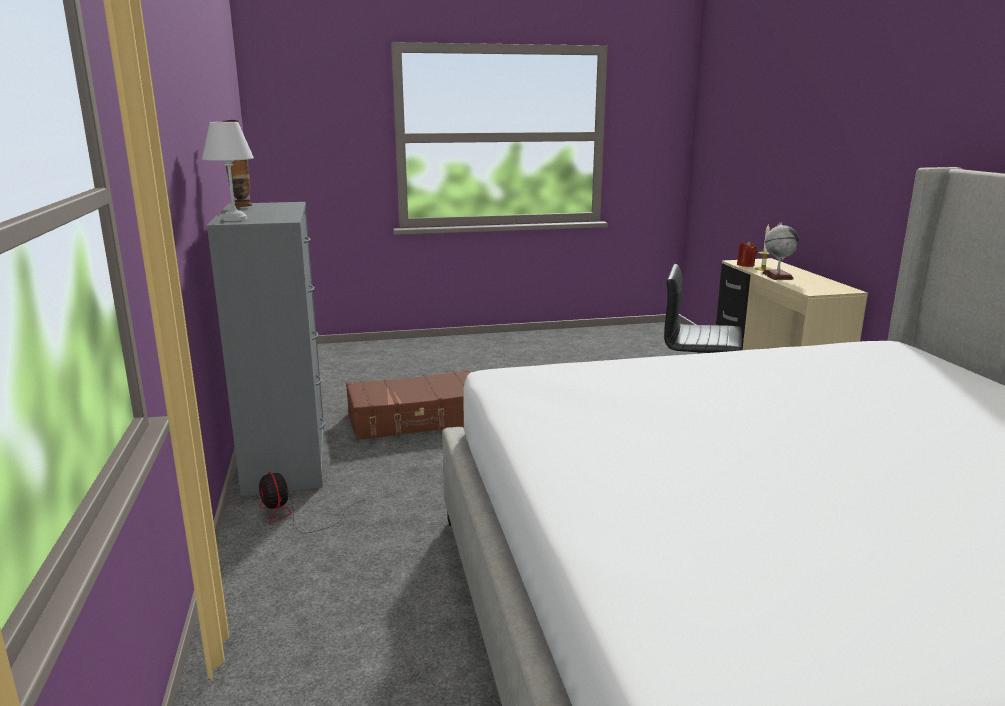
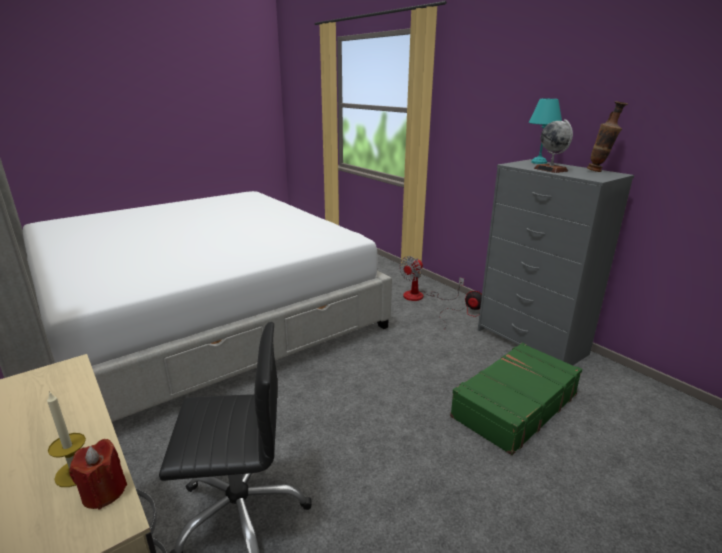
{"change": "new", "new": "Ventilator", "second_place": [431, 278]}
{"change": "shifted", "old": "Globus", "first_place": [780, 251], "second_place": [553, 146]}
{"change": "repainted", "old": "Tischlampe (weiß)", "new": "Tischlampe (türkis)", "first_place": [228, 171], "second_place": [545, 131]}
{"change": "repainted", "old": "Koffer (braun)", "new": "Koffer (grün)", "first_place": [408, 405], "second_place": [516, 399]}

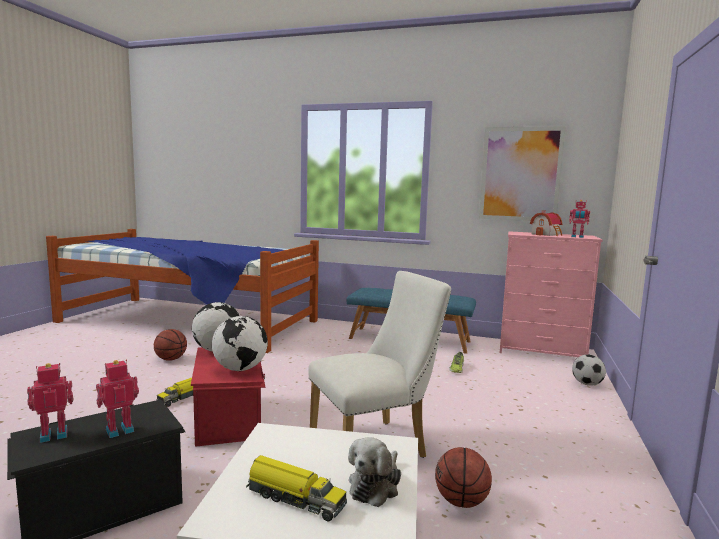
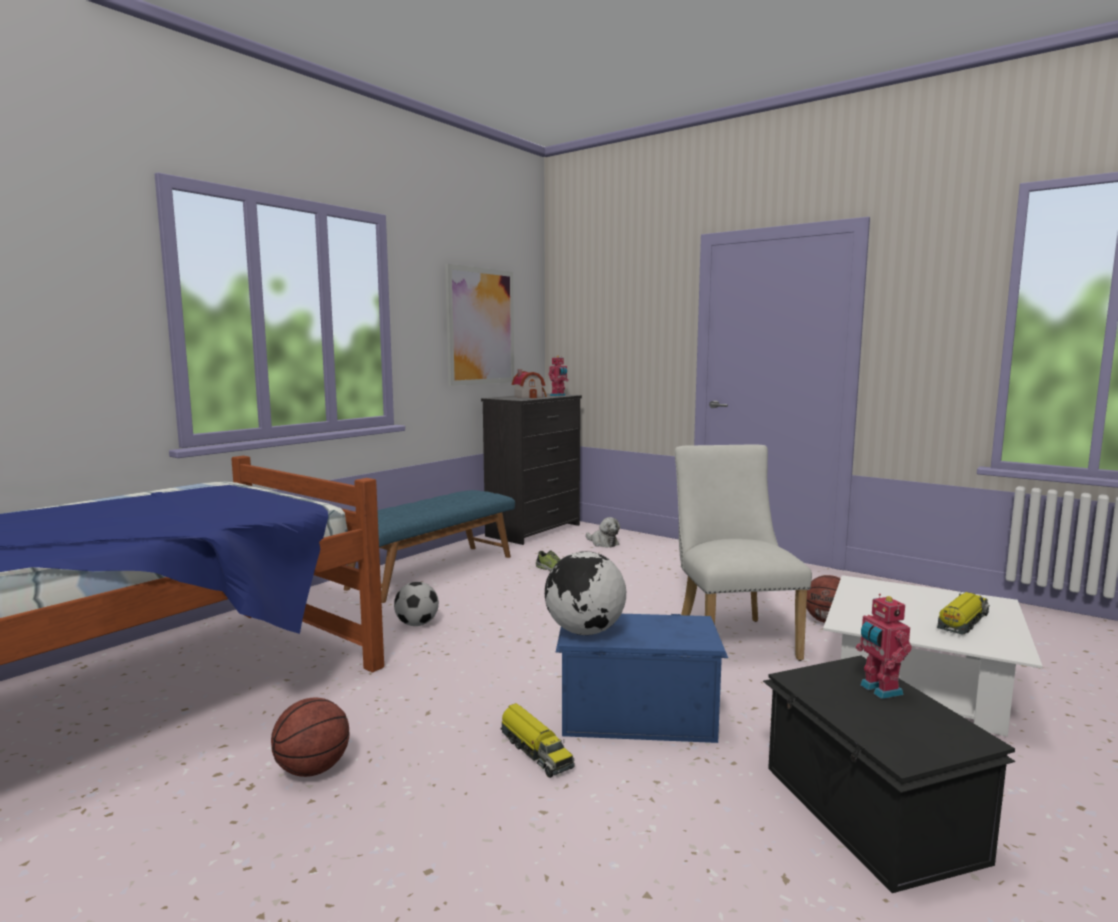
{"change": "gone", "old": "Spielzeugroboter", "first_place": [50, 403]}
{"change": "gone", "old": "Globus", "first_place": [240, 343]}
{"change": "shifted", "old": "Plüschtier", "first_place": [374, 472], "second_place": [603, 532]}
{"change": "shifted", "old": "Fußball", "first_place": [589, 370], "second_place": [416, 604]}
{"change": "repainted", "old": "Aufbewahrungsbox (rot)", "new": "Aufbewahrungsbox (blau)", "first_place": [228, 397], "second_place": [642, 678]}
{"change": "repainted", "old": "Kommode (rosa)", "new": "Kommode (schwarz)", "first_place": [551, 294], "second_place": [531, 469]}

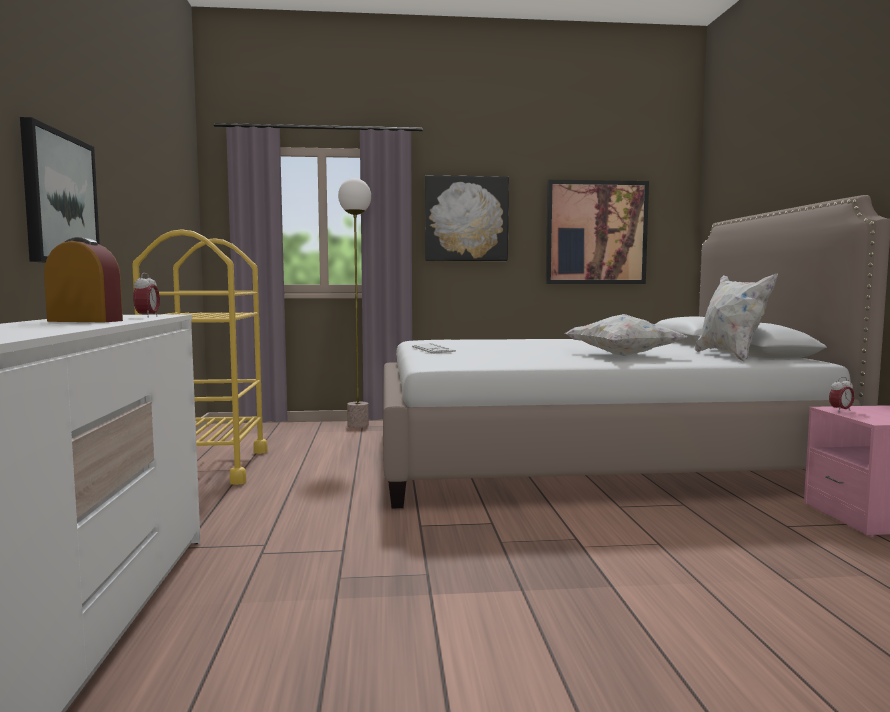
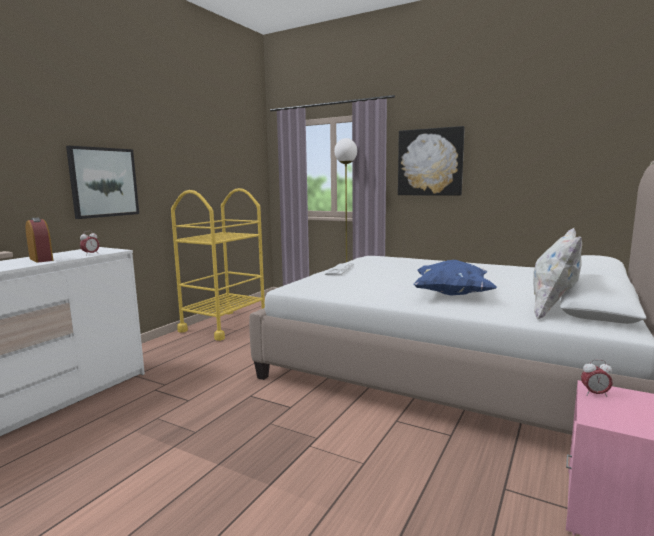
{"change": "gone", "old": "Bild", "first_place": [597, 232]}
{"change": "repainted", "old": "Kissen (weiß)", "new": "Kissen (blau)", "first_place": [626, 335], "second_place": [455, 278]}

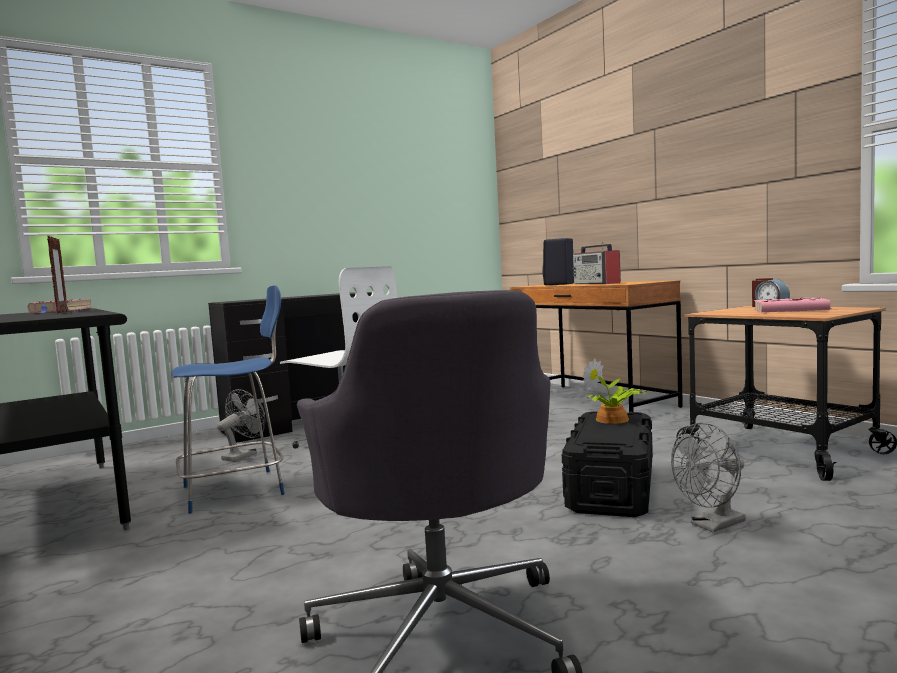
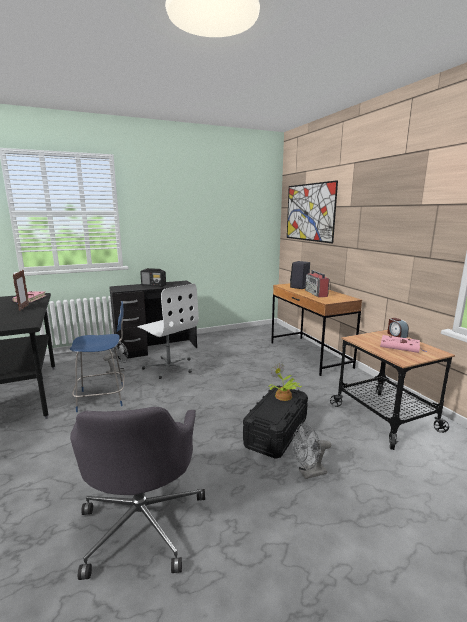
{"change": "new", "new": "Radio", "second_place": [153, 277]}
{"change": "new", "new": "Bild", "second_place": [312, 212]}

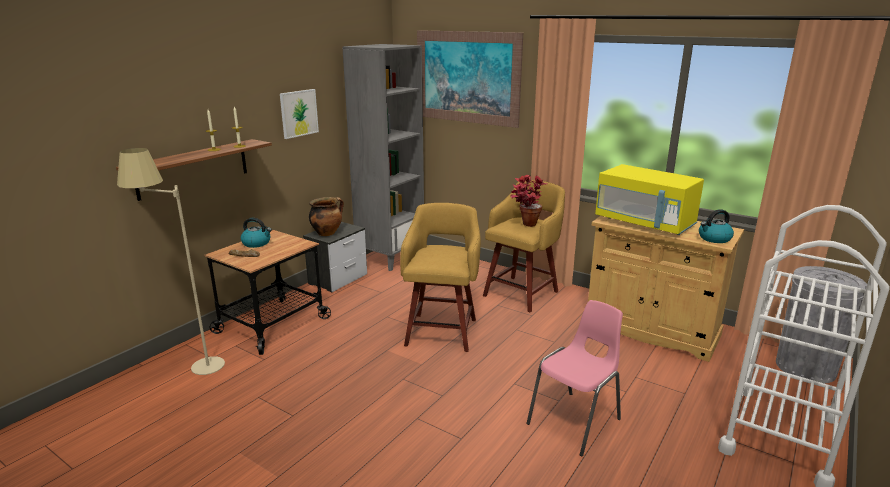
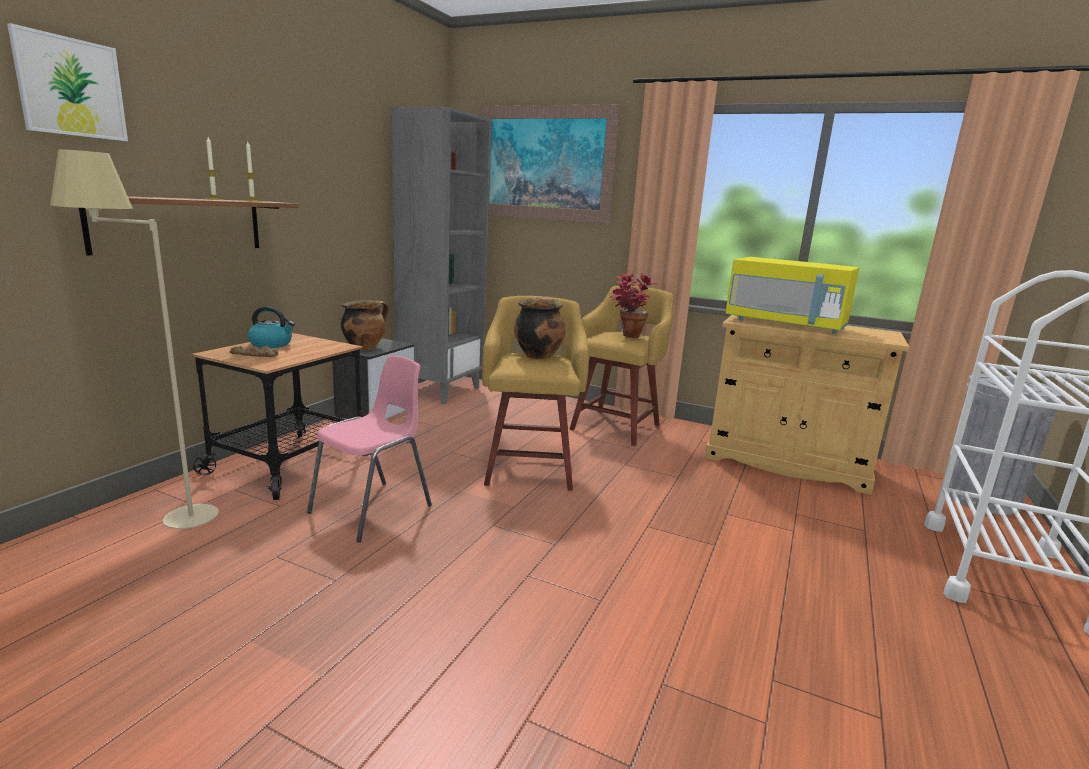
{"change": "gone", "old": "Wasserkessel", "first_place": [716, 226]}
{"change": "new", "new": "Kochtopf", "second_place": [540, 329]}
{"change": "shifted", "old": "Bild", "first_place": [299, 114], "second_place": [67, 82]}
{"change": "shifted", "old": "Stuhl (rosa)", "first_place": [574, 378], "second_place": [369, 449]}

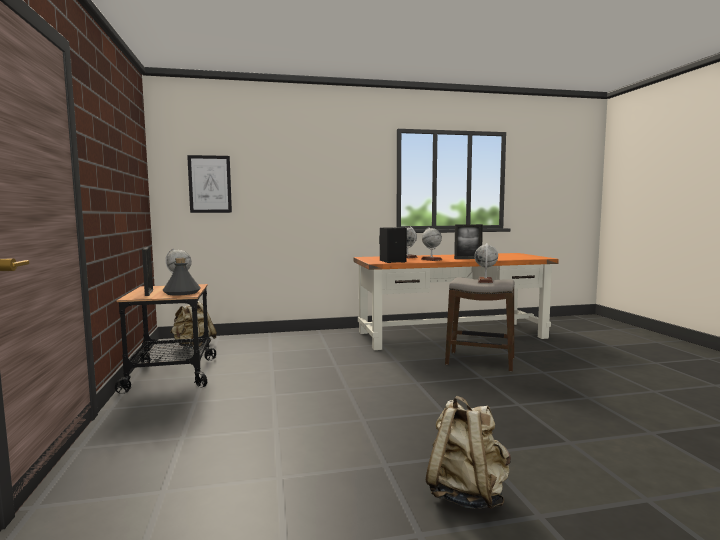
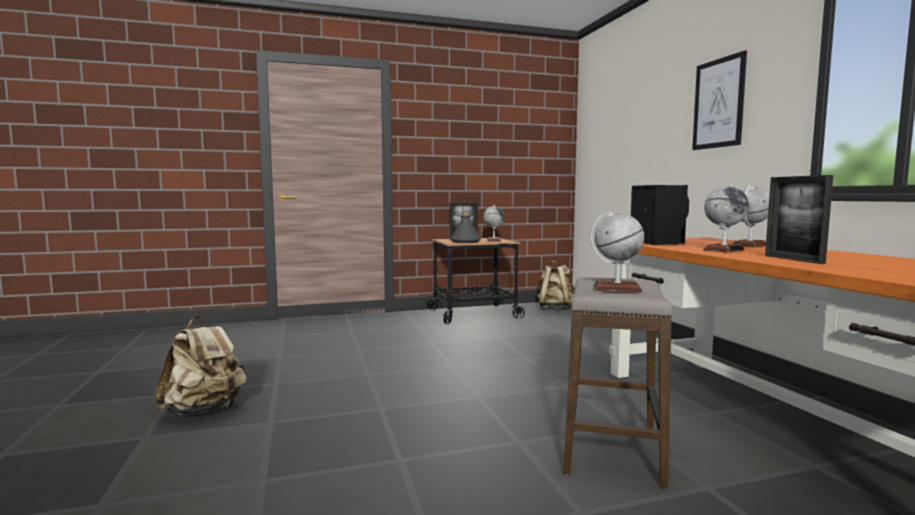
{"change": "shifted", "old": "Bild", "first_place": [209, 184], "second_place": [719, 100]}

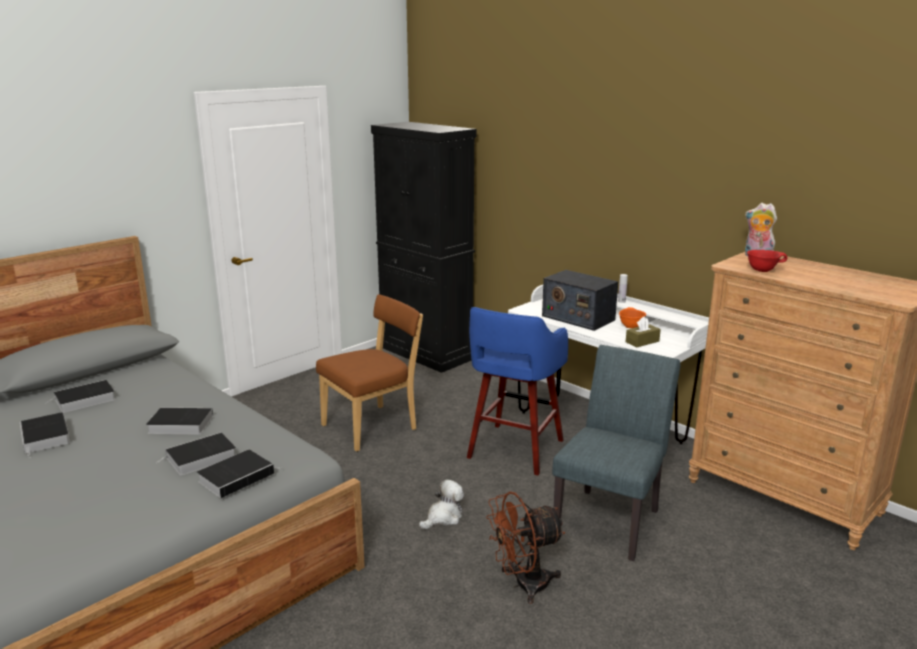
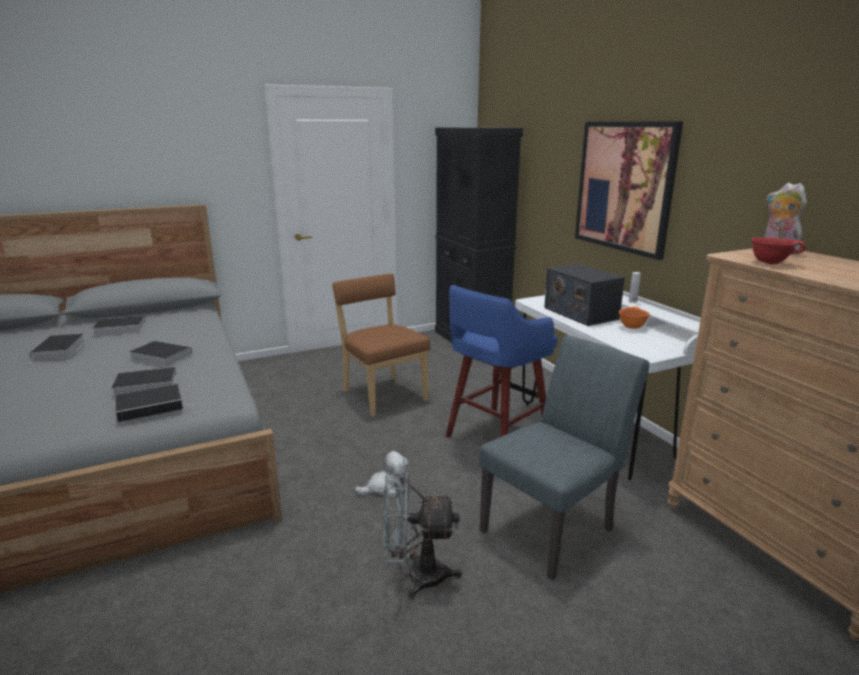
{"change": "gone", "old": "Taschentuchbox (braun)", "first_place": [643, 331]}
{"change": "new", "new": "Bild", "second_place": [629, 190]}
{"change": "repainted", "old": "Ventilator (braun)", "new": "Ventilator (grau)", "first_place": [526, 547], "second_place": [422, 535]}
{"change": "rotated", "old": "Stuhl (braun)", "first_place": [369, 373], "second_place": [381, 345], "degrees": -105}

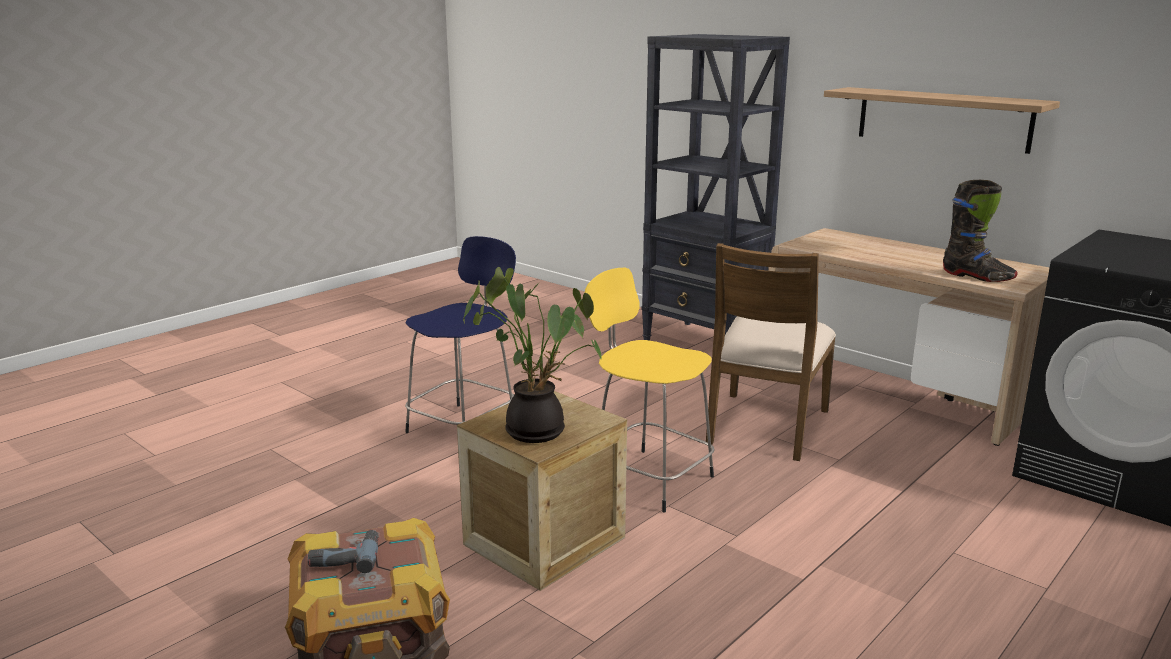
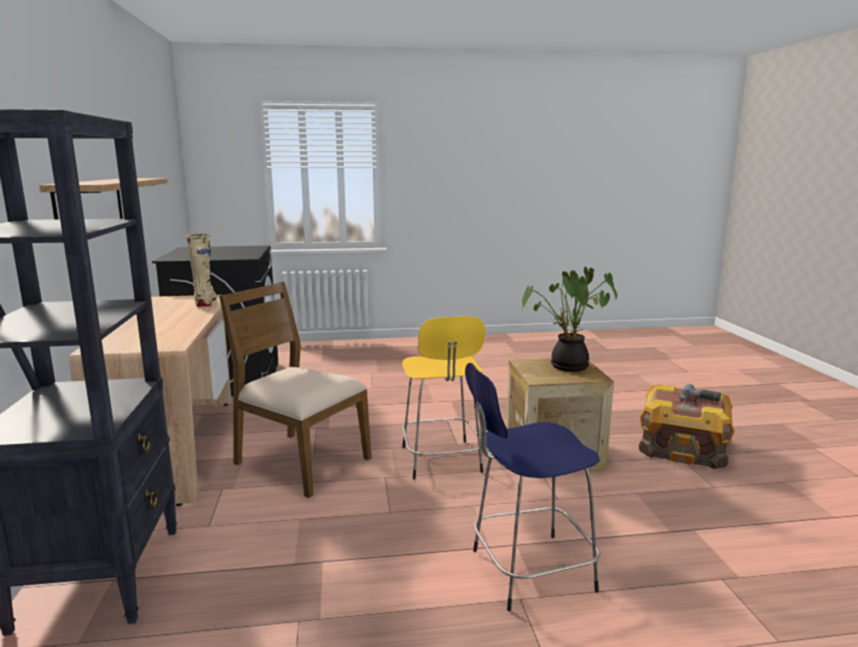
{"change": "repainted", "old": "Stiefel (schwarz)", "new": "Stiefel (beige)", "first_place": [980, 231], "second_place": [201, 270]}
{"change": "rotated", "old": "Stuhl (braun)", "first_place": [771, 352], "second_place": [295, 389], "degrees": -120}

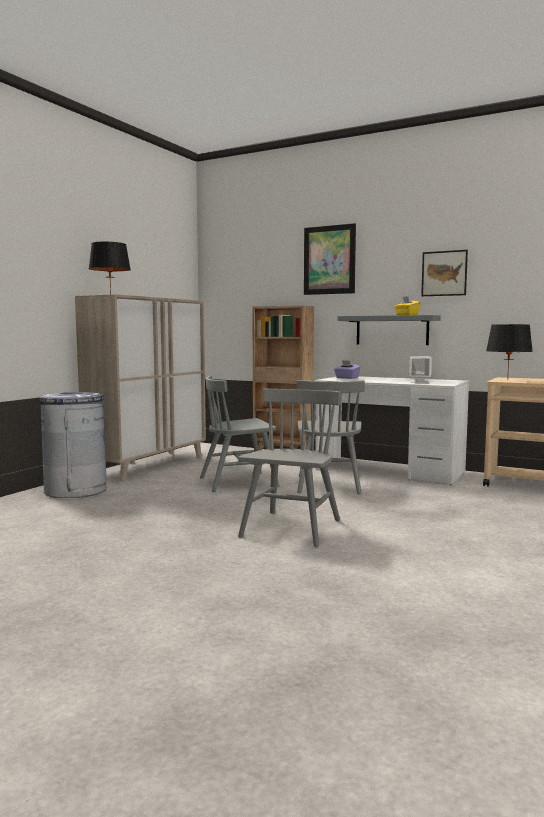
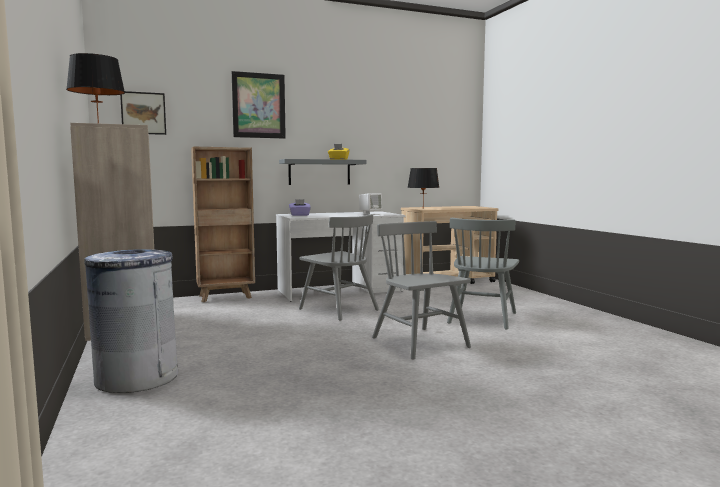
{"change": "shifted", "old": "Stuhl (grau)", "first_place": [239, 434], "second_place": [483, 273]}
{"change": "shifted", "old": "Bild", "first_place": [444, 273], "second_place": [143, 113]}

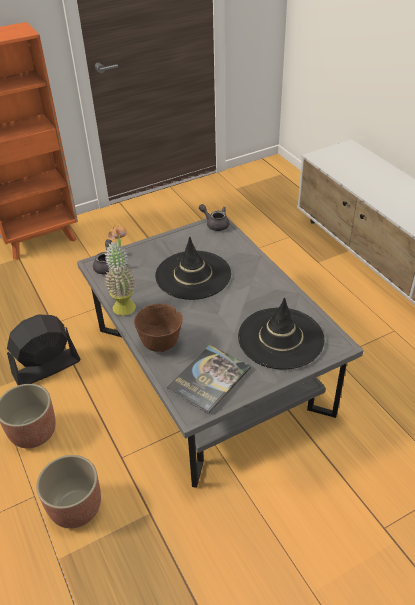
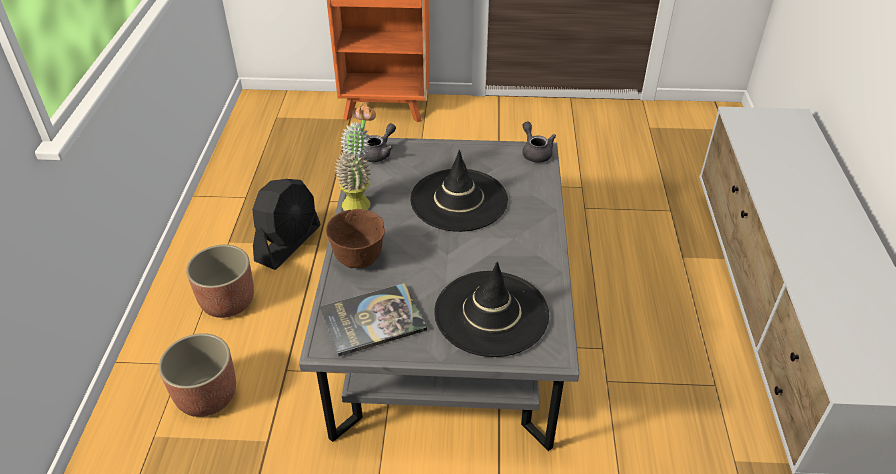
{"change": "rotated", "old": "Ventilator (schwarz)", "first_place": [44, 349], "second_place": [286, 224], "degrees": 120}

